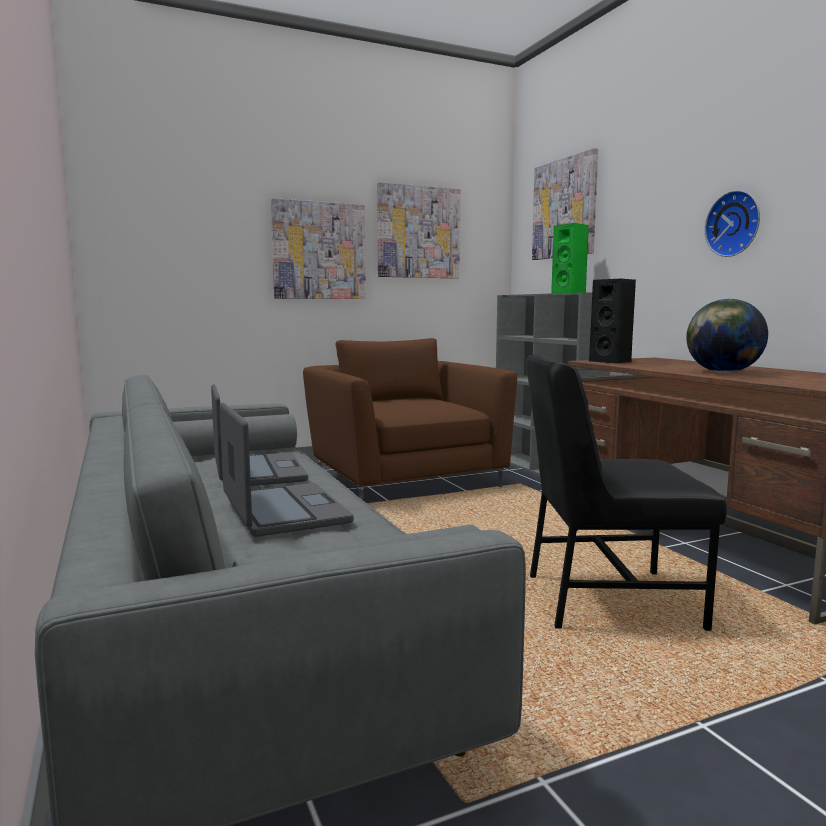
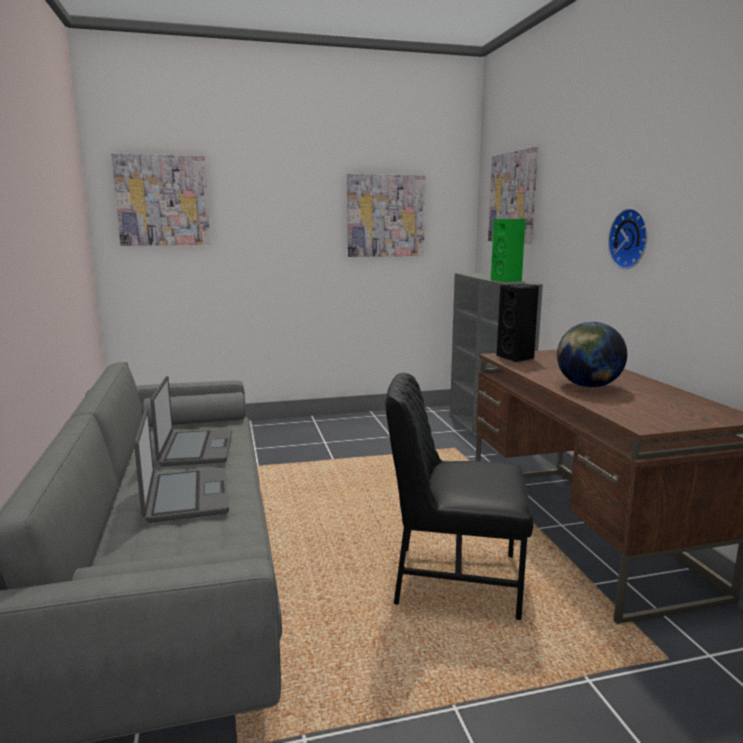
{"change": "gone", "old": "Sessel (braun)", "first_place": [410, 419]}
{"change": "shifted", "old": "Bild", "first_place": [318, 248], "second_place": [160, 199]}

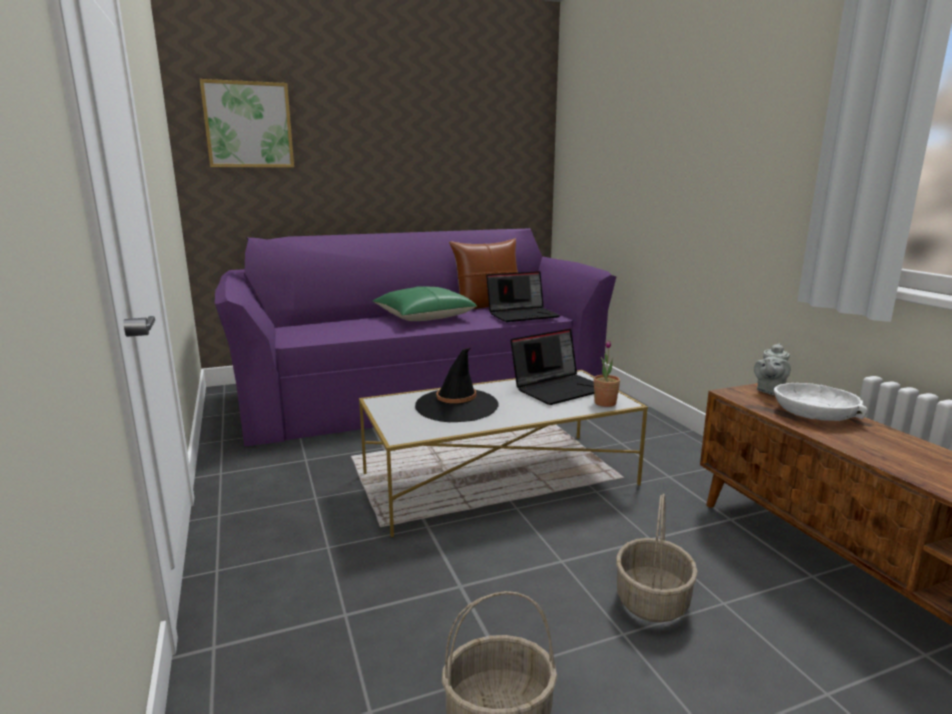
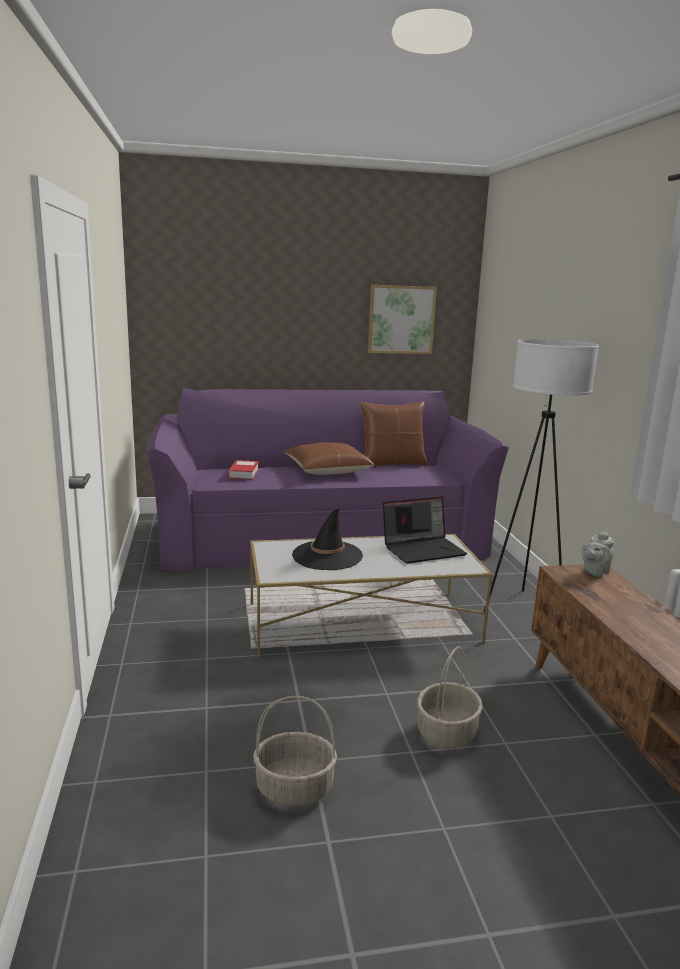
{"change": "gone", "old": "Laptop", "first_place": [523, 296]}
{"change": "gone", "old": "Topfpflanze", "first_place": [607, 373]}
{"change": "gone", "old": "Schüssel (weiß)", "first_place": [820, 402]}
{"change": "new", "new": "Buch", "second_place": [243, 469]}
{"change": "new", "new": "Stehlampe (weiß)", "second_place": [541, 475]}
{"change": "shifted", "old": "Bild", "first_place": [247, 123], "second_place": [402, 319]}
{"change": "repainted", "old": "Kissen (grün)", "new": "Kissen (braun)", "first_place": [424, 303], "second_place": [329, 458]}

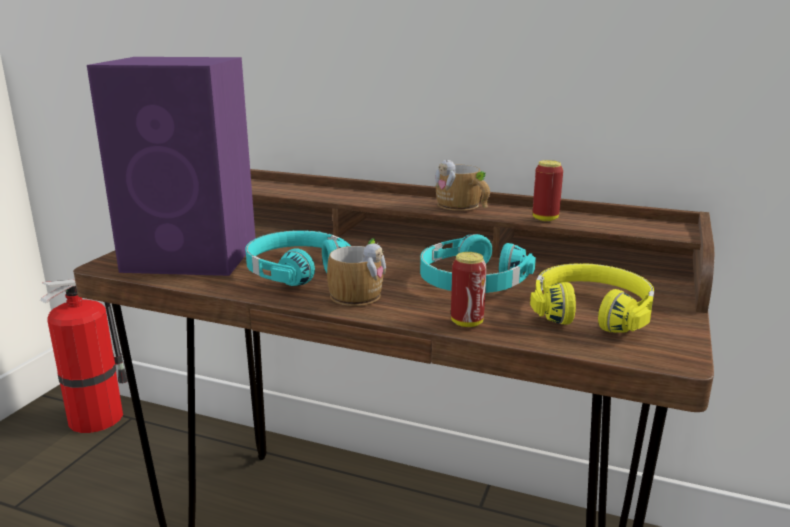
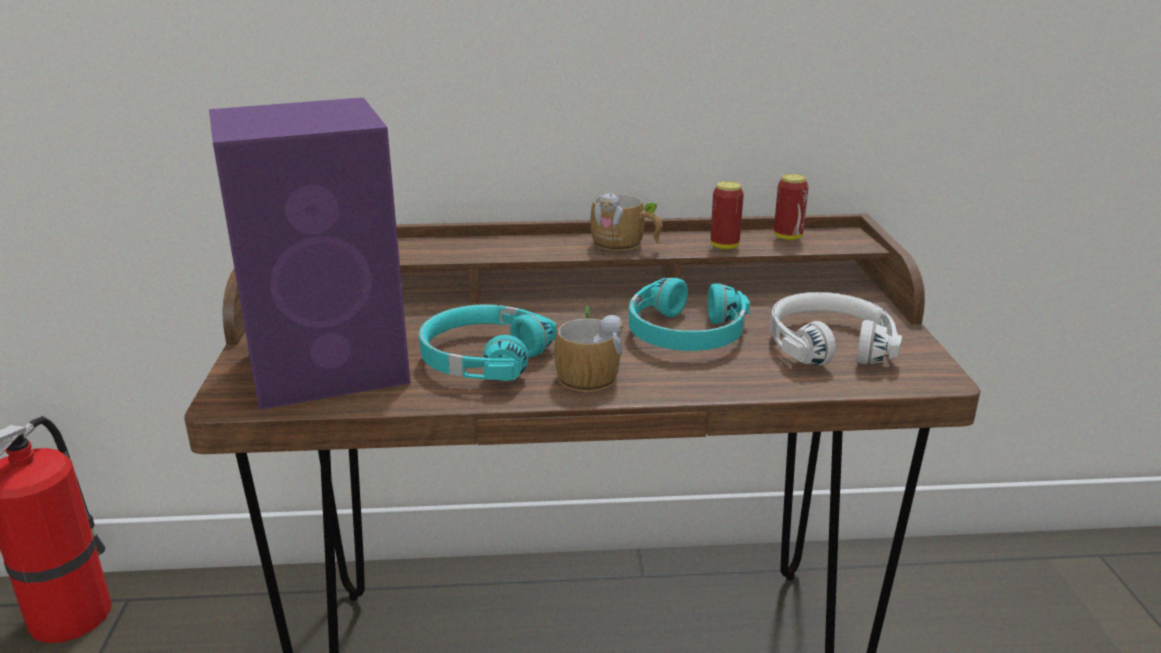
{"change": "shifted", "old": "Dose", "first_place": [469, 289], "second_place": [791, 207]}
{"change": "repainted", "old": "Kopfhörer (gelb)", "new": "Kopfhörer (weiß)", "first_place": [592, 298], "second_place": [836, 328]}

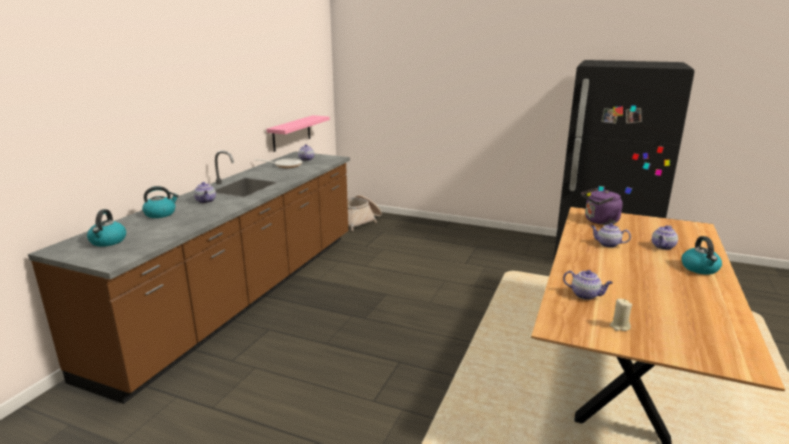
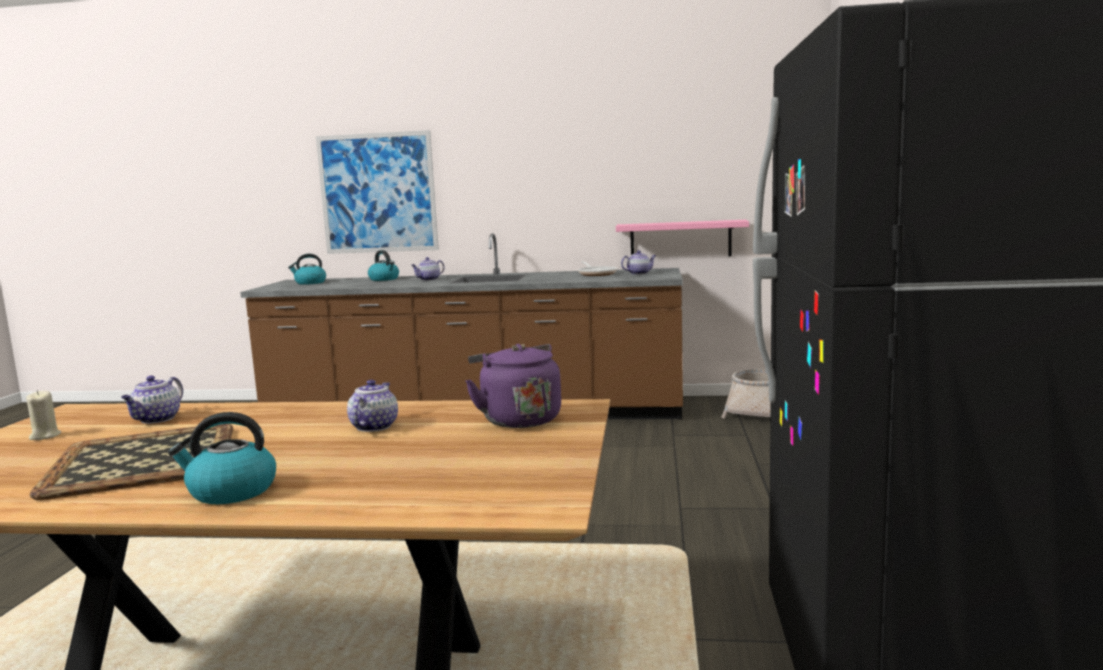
{"change": "gone", "old": "Teekanne", "first_place": [665, 237]}
{"change": "new", "new": "Tablett", "second_place": [131, 462]}
{"change": "new", "new": "Bild", "second_place": [377, 192]}

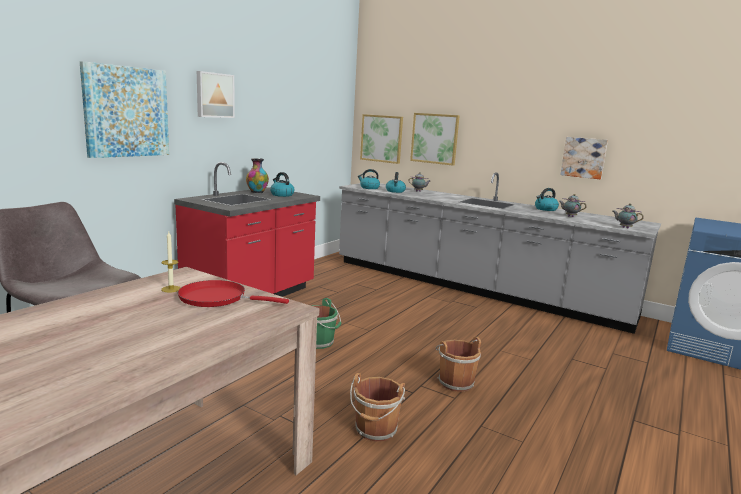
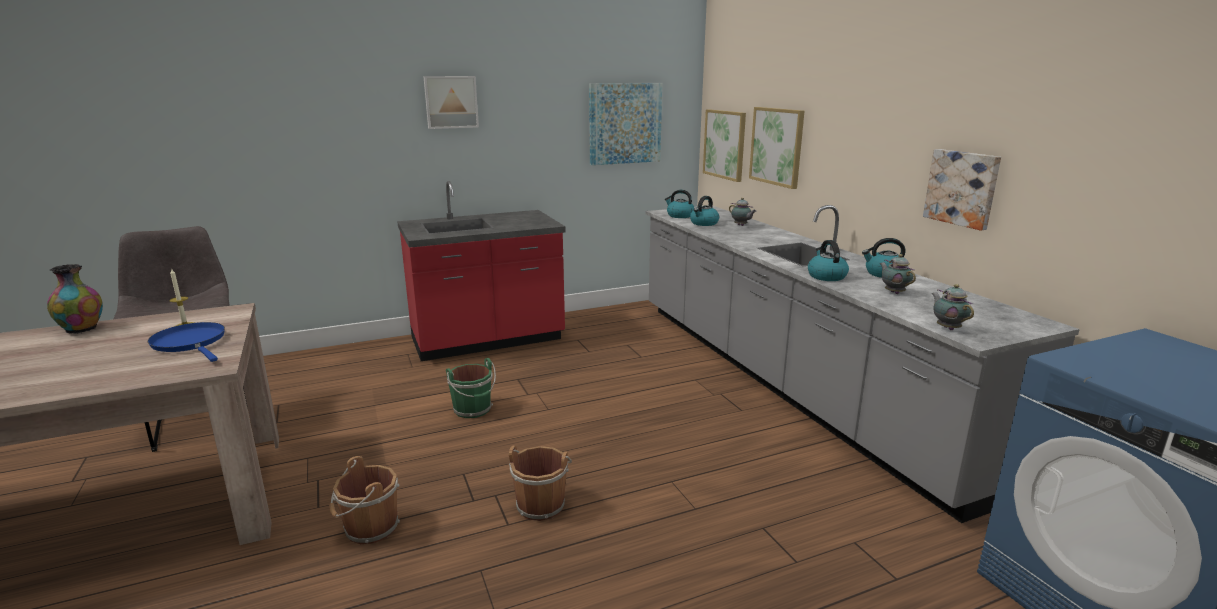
{"change": "shifted", "old": "Bild", "first_place": [124, 109], "second_place": [625, 124]}
{"change": "shifted", "old": "Vase", "first_place": [257, 175], "second_place": [75, 299]}
{"change": "shifted", "old": "Wasserkessel", "first_place": [282, 184], "second_place": [828, 260]}
{"change": "repainted", "old": "Pfanne (rot)", "new": "Pfanne (blau)", "first_place": [233, 293], "second_place": [186, 342]}

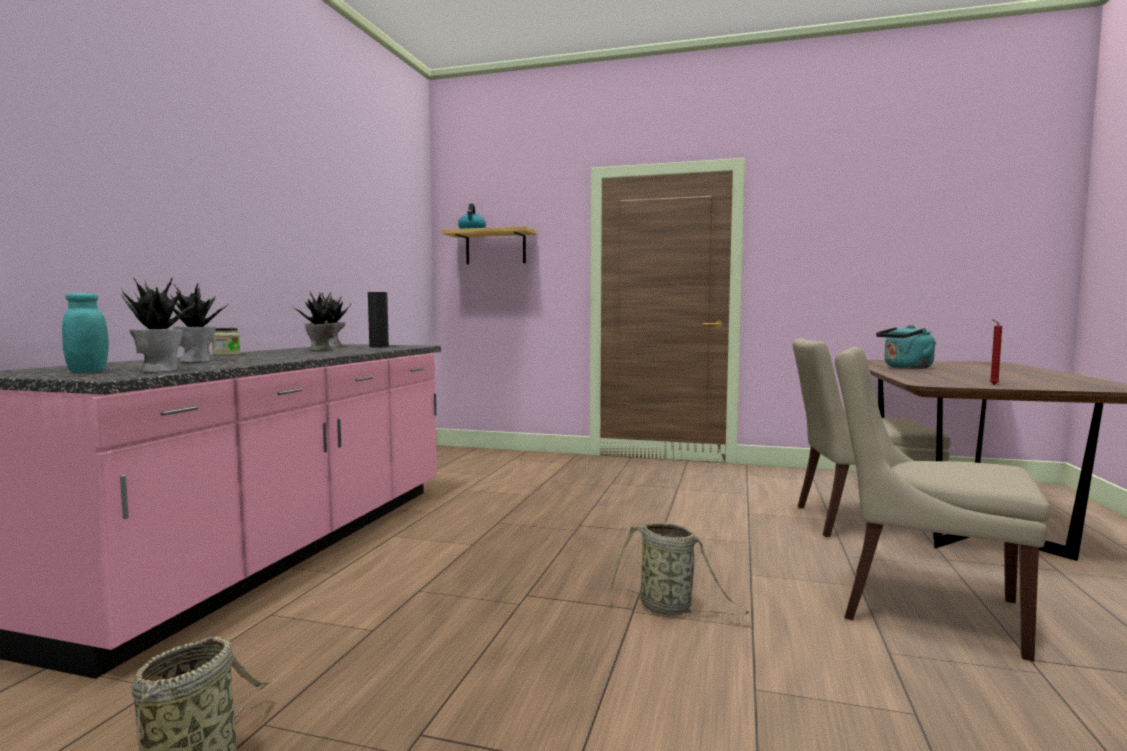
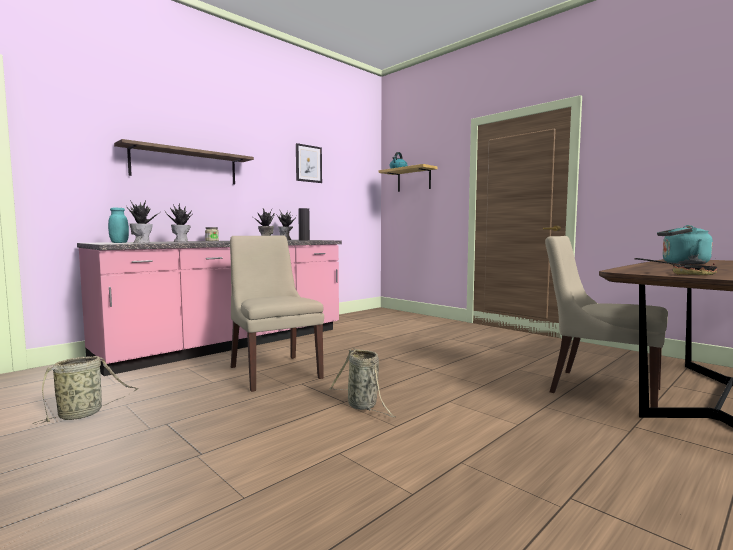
{"change": "new", "new": "Wandregal", "second_place": [184, 162]}
{"change": "new", "new": "Bild", "second_place": [309, 163]}
{"change": "shifted", "old": "Stuhl (beige)", "first_place": [942, 504], "second_place": [277, 313]}
{"change": "swapped", "old": "Kerze (rot)", "new": "Pfanne", "first_place": [996, 352], "second_place": [676, 266]}

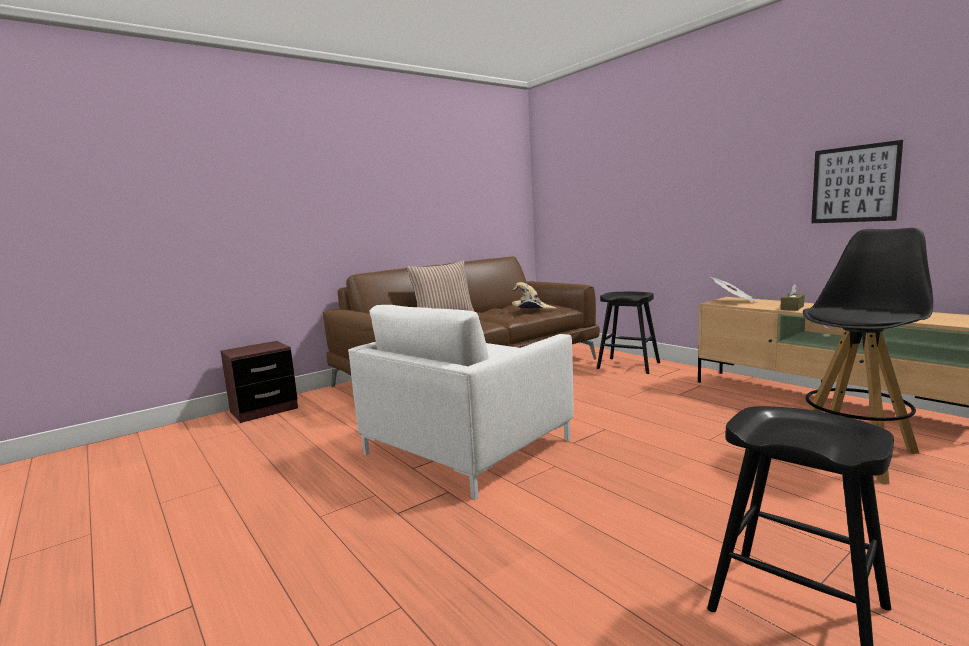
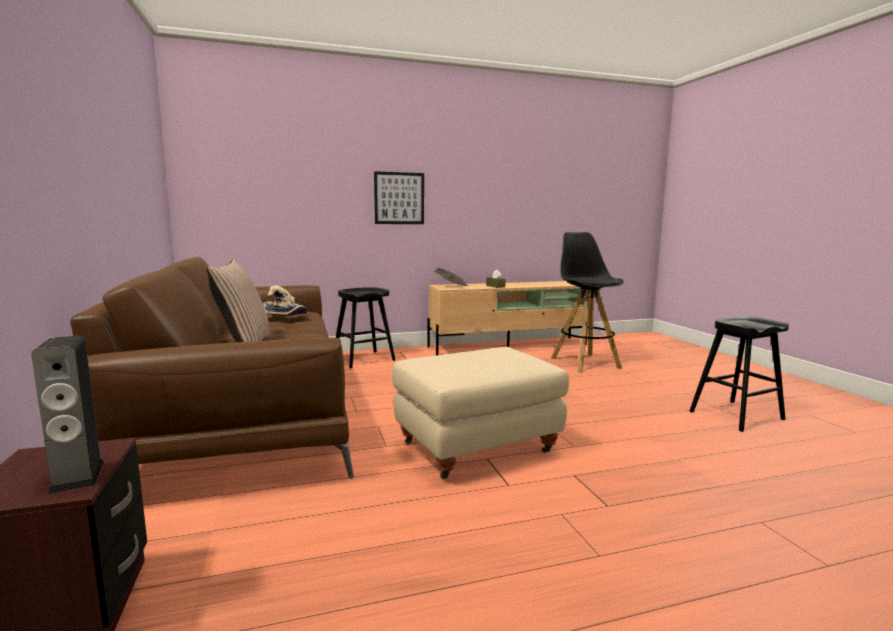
{"change": "new", "new": "Lautsprecher", "second_place": [68, 415]}
{"change": "shifted", "old": "Bild", "first_place": [857, 181], "second_place": [399, 197]}
{"change": "swapped", "old": "Sessel (weiß)", "new": "Polsterhocker (beige)", "first_place": [460, 402], "second_place": [480, 413]}

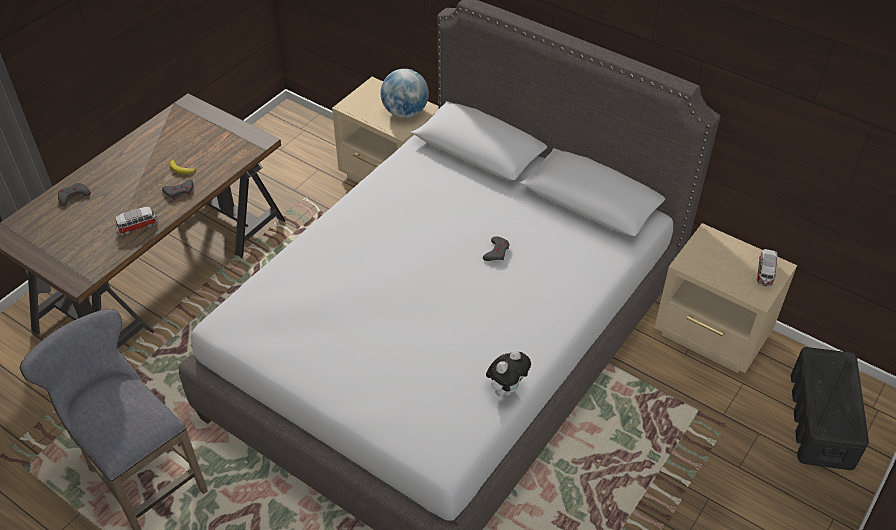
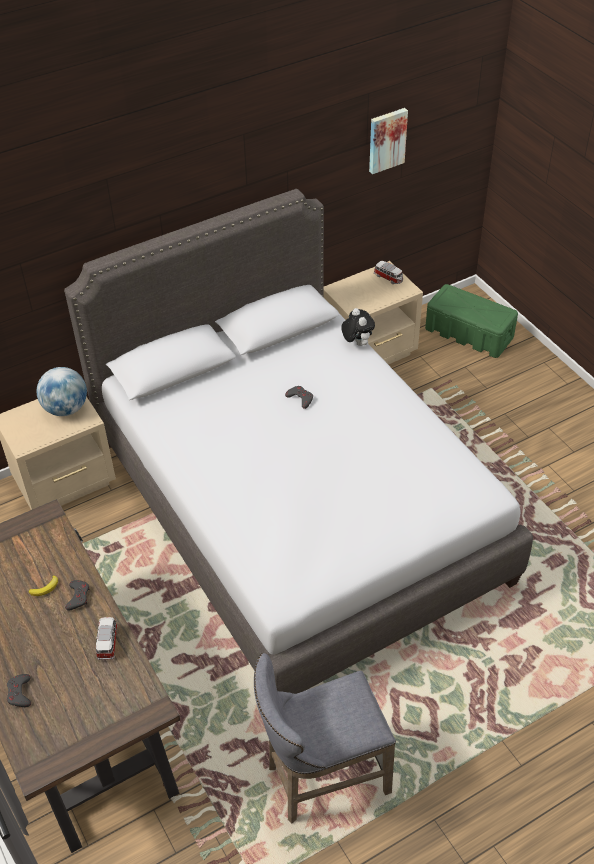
{"change": "new", "new": "Bild", "second_place": [388, 141]}
{"change": "shifted", "old": "Plüschtier", "first_place": [508, 373], "second_place": [358, 327]}
{"change": "repainted", "old": "Aufbewahrungsbox (schwarz)", "new": "Aufbewahrungsbox (grün)", "first_place": [830, 408], "second_place": [471, 321]}

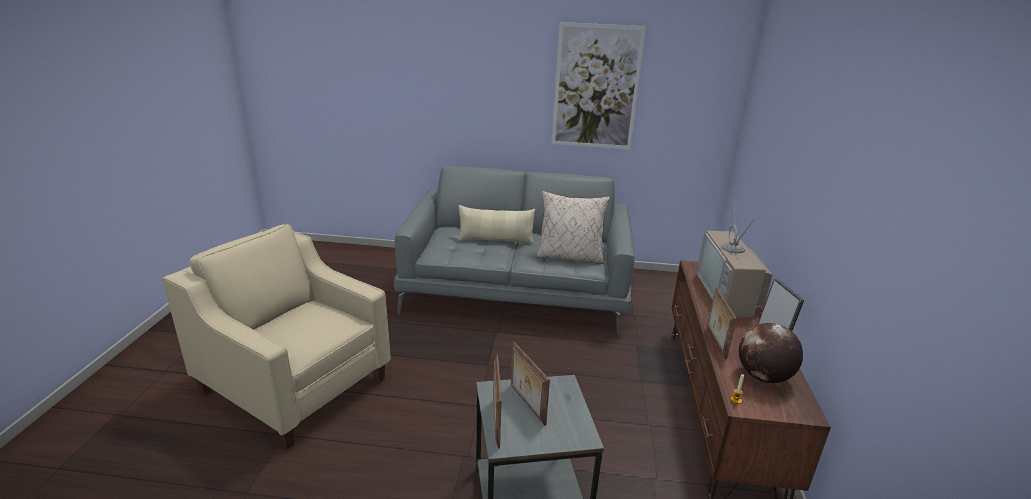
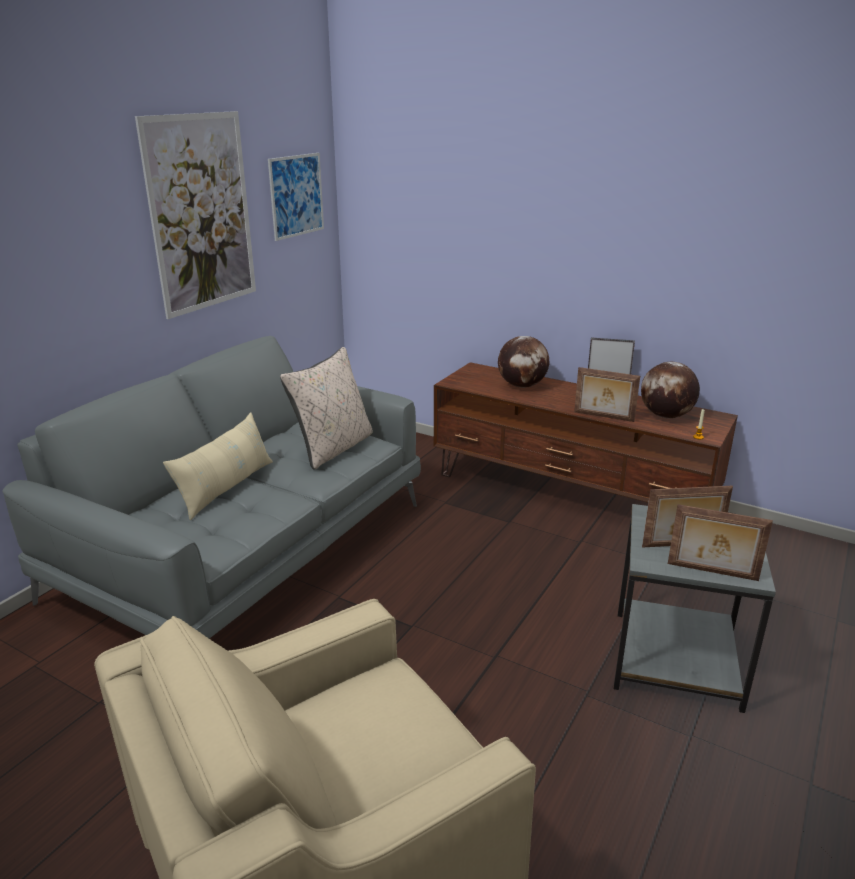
{"change": "new", "new": "Bild", "second_place": [296, 197]}
{"change": "swapped", "old": "Fernseher", "new": "Globus", "first_place": [735, 257], "second_place": [523, 362]}

